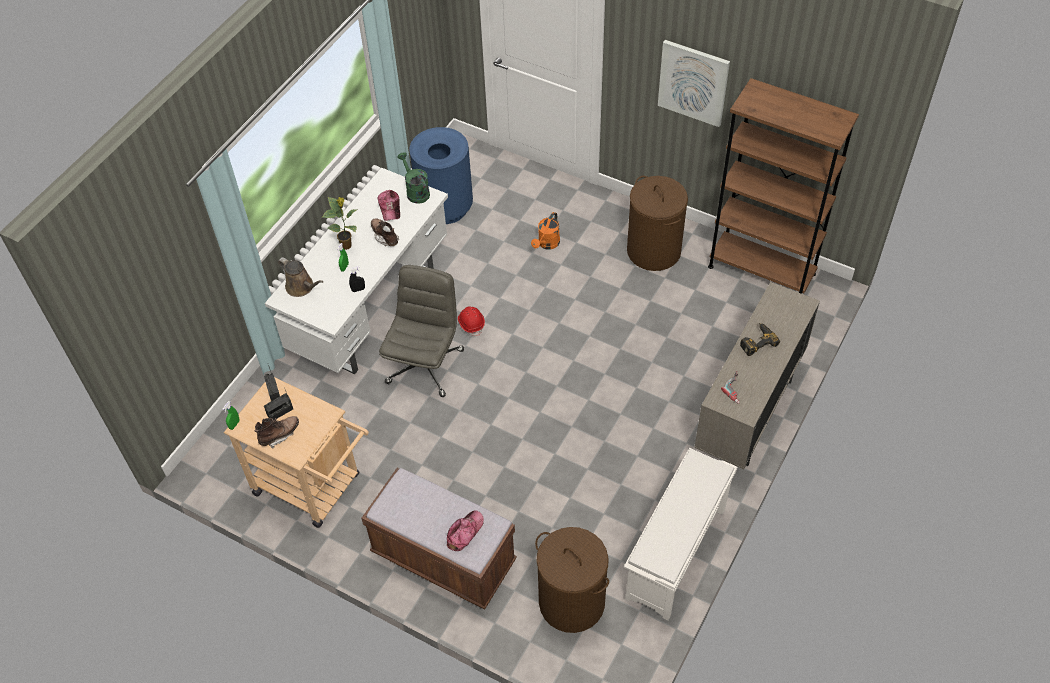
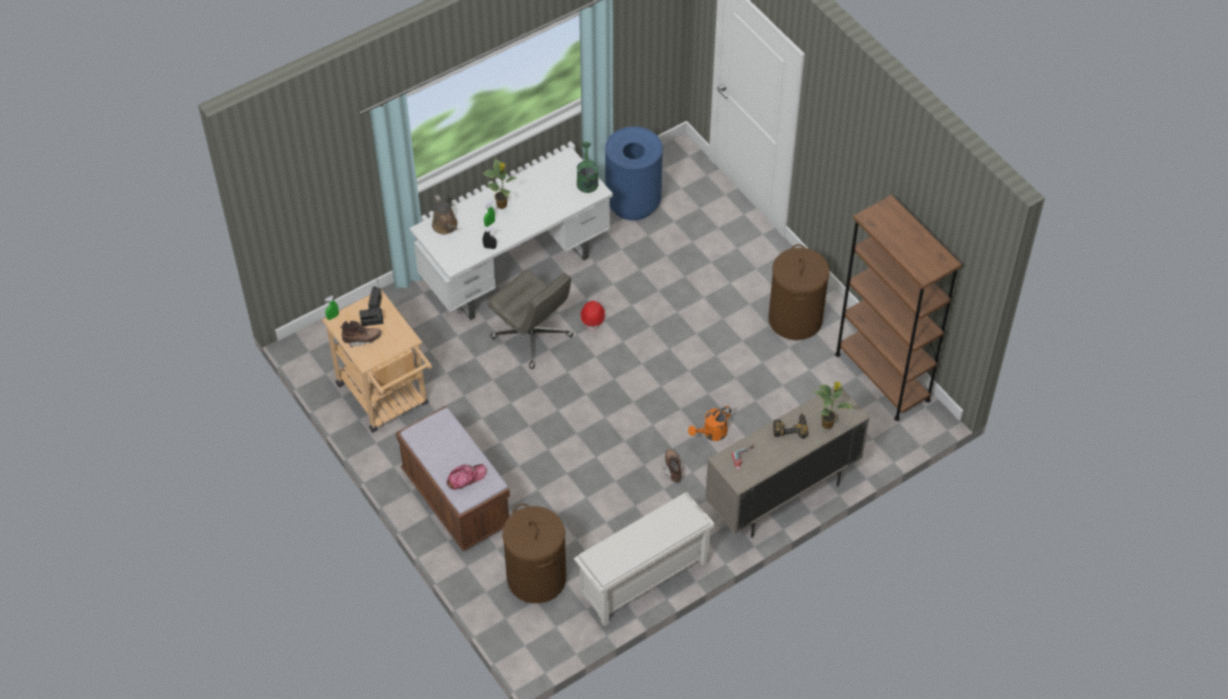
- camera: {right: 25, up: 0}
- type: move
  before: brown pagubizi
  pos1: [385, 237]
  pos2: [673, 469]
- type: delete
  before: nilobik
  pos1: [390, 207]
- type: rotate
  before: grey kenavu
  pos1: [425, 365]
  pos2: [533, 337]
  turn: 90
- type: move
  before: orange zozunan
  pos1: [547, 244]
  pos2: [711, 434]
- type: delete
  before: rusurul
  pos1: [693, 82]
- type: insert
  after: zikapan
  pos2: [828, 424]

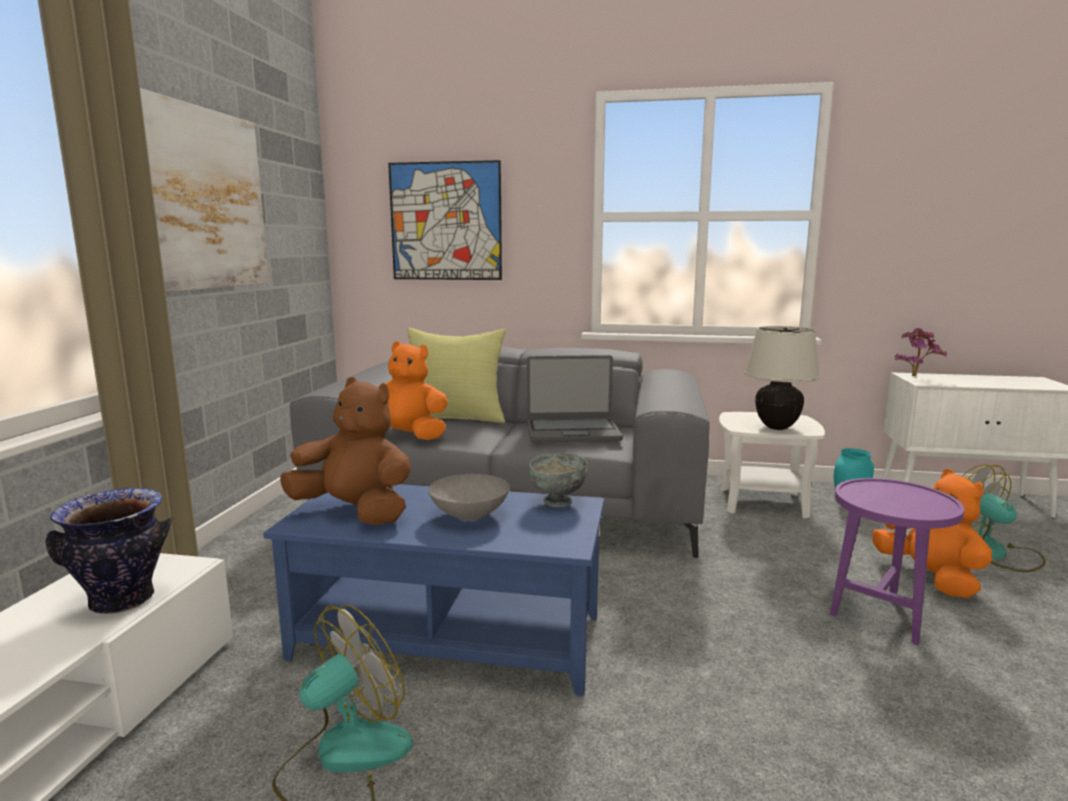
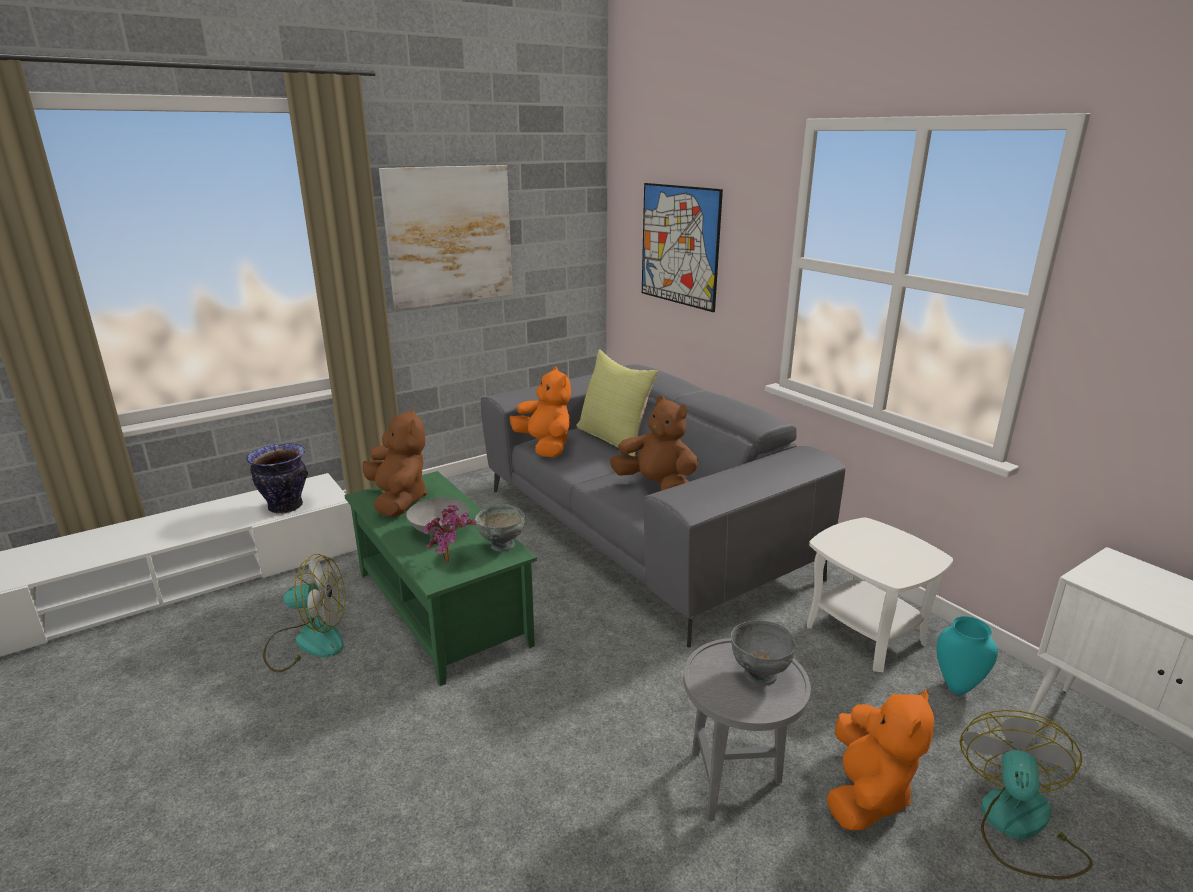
- camera: {right: 45, up: 10}
- type: recolor
  before: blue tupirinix
  after: green tupirinix
  pos1: [450, 636]
  pos2: [443, 607]
- type: replace
  before: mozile
  after: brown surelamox
  pos1: [572, 432]
  pos2: [656, 487]
- type: delete
  before: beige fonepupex
  pos1: [776, 427]
- type: recolor
  before: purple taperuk
  after: grey taperuk
  pos1: [881, 615]
  pos2: [735, 783]
- type: move
  before: zikapan
  pos1: [915, 376]
  pos2: [451, 562]
- type: insert
  after: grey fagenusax
  pos2: [759, 675]

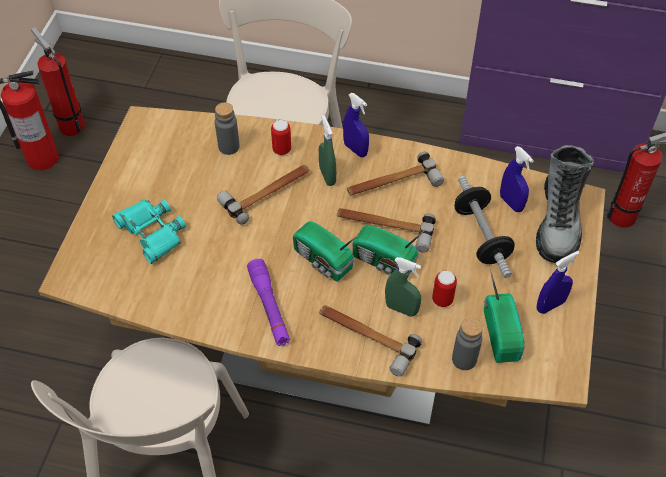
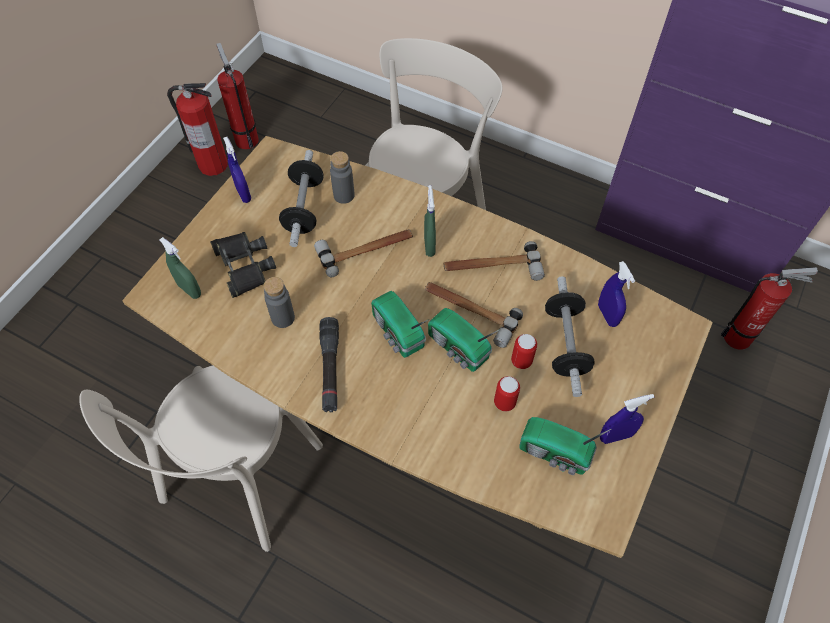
- camera: {right: 15, up: 5}
- type: recolor
  before: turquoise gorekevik
  after: black gorekevik
  pos1: [152, 232]
  pos2: [244, 266]
- type: recolor
  before: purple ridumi
  after: black ridumi
  pos1: [269, 307]
  pos2: [330, 368]
- type: move
  before: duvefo
  pos1: [282, 149]
  pos2: [521, 361]
- type: delete
  before: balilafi
  pos1: [365, 337]
- type: move
  before: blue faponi
  pos1: [355, 149]
  pos2: [243, 194]
- type: move
  before: green faponi
  pos1: [401, 309]
  pos2: [189, 290]
- type: move
  before: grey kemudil
  pos1: [464, 359]
  pos2: [283, 318]
- type: rotate
  before: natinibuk
  pos1: [502, 333]
  pos2: [556, 454]
  turn: 105
- type: delete
  before: pagubizi
  pos1: [558, 222]
- type: insert
  after: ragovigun
  pos2: [304, 208]

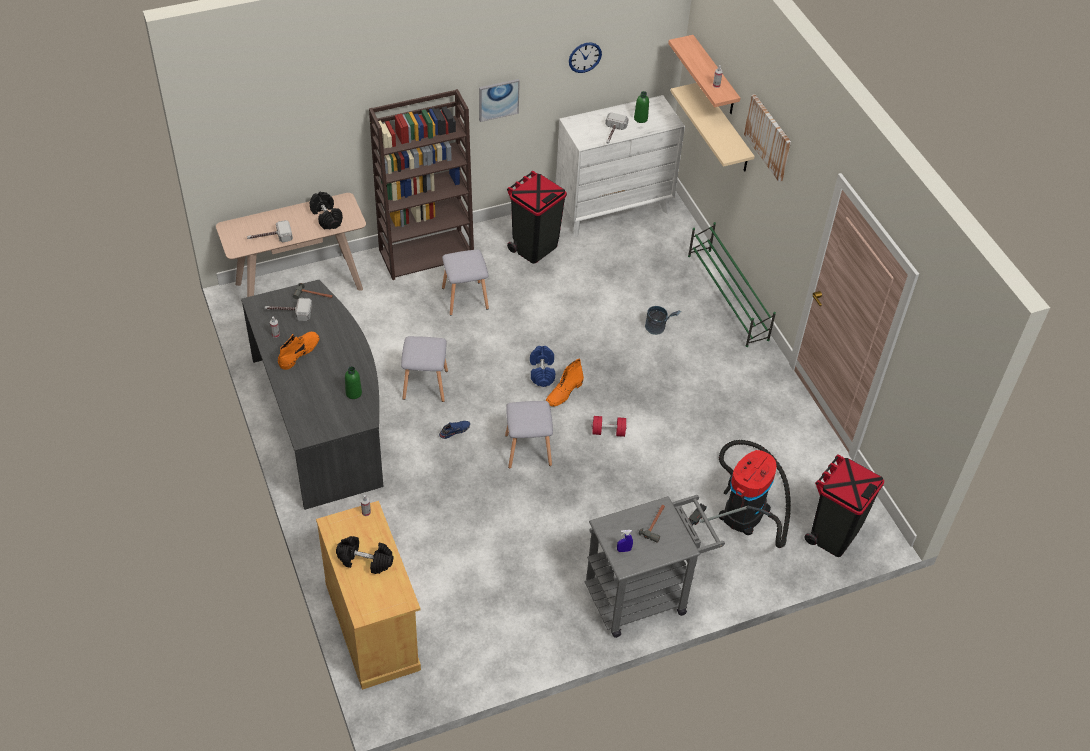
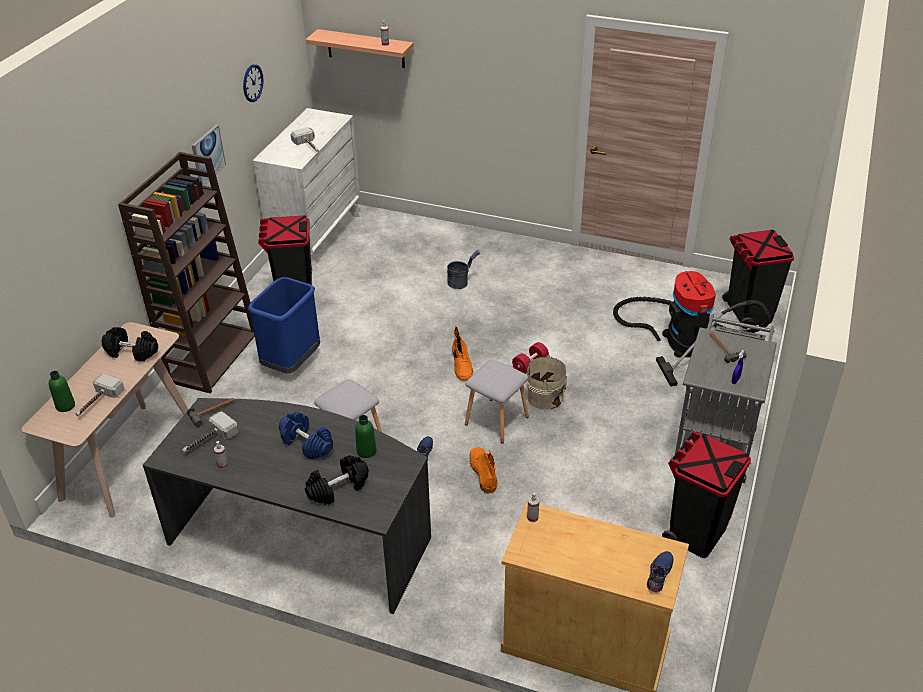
- camera: {right: -45, up: -10}
- type: move
  before: orange pagubizi
  pos1: [299, 352]
  pos2: [482, 472]
- type: move
  before: black ragovigun
  pos1: [365, 561]
  pos2: [338, 488]
- type: replace
  before: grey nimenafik
  after: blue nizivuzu
  pos1: [465, 297]
  pos2: [291, 362]
- type: move
  before: blue ragovigun
  pos1: [542, 372]
  pos2: [306, 444]
- type: move
  before: green kemudil
  pos1: [640, 118]
  pos2: [65, 406]
- type: delete
  before: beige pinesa
  pos1: [725, 129]
- type: delete
  before: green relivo
  pos1: [727, 297]
- type: delete
  before: rusurul
  pos1: [768, 137]
- type: insert
  after: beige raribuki
  pos2: [546, 398]
- type: insert
  after: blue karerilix
  pos2: [658, 574]
- type: insert
  after: black nizivuzu
  pos2: [696, 533]

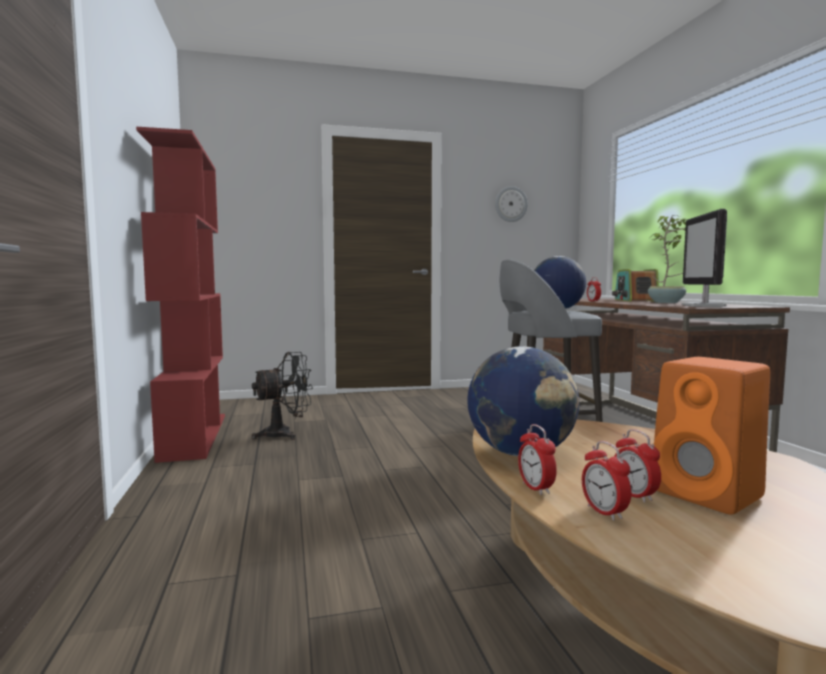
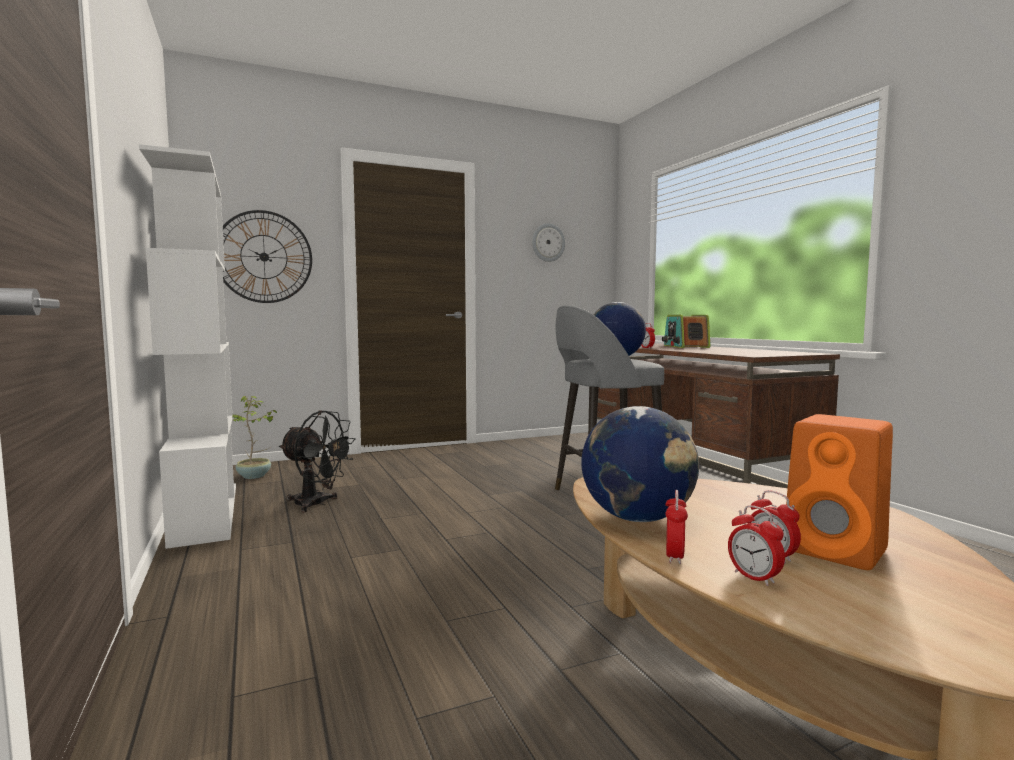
- camera: {right: -10, up: 0}
- type: recolor
  before: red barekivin
  after: white barekivin
  pos1: [194, 435]
  pos2: [205, 512]
- type: rotate
  before: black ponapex
  pos1: [285, 434]
  pos2: [317, 504]
  turn: 60
- type: rotate
  before: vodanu
  pos1: [536, 488]
  pos2: [674, 556]
  turn: -135
- type: move
  before: zikapan
  pos1: [667, 302]
  pos2: [254, 476]
- type: delete
  before: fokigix
  pos1: [703, 306]
- type: insert
  after: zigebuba
  pos2: [264, 257]

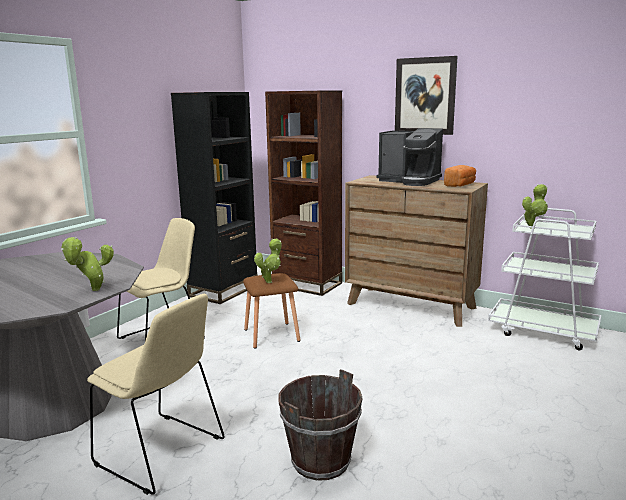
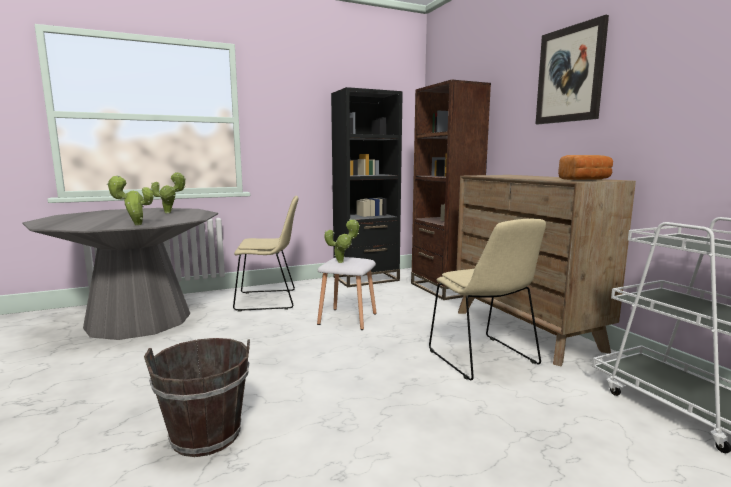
- camera: {right: 35, up: -5}
- type: move
  before: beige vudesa
  pos1: [162, 453]
  pos2: [484, 359]
- type: recolor
  before: brown nimenafik
  after: white nimenafik
  pos1: [272, 334]
  pos2: [348, 319]
- type: delete
  before: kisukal
  pos1: [410, 181]
- type: move
  before: zikapan
  pos1: [532, 227]
  pos2: [170, 212]

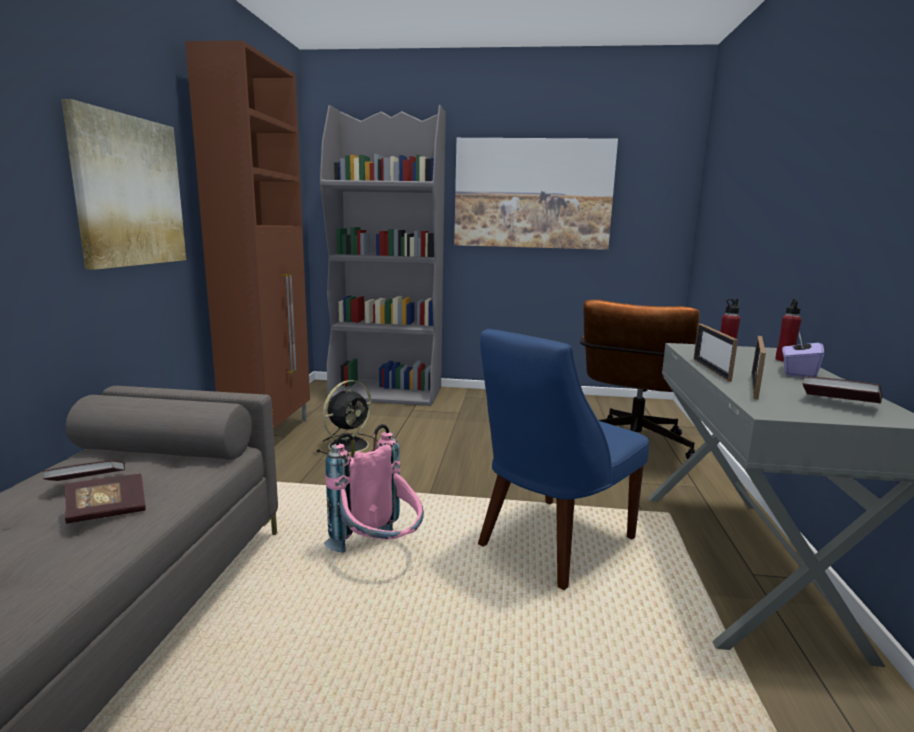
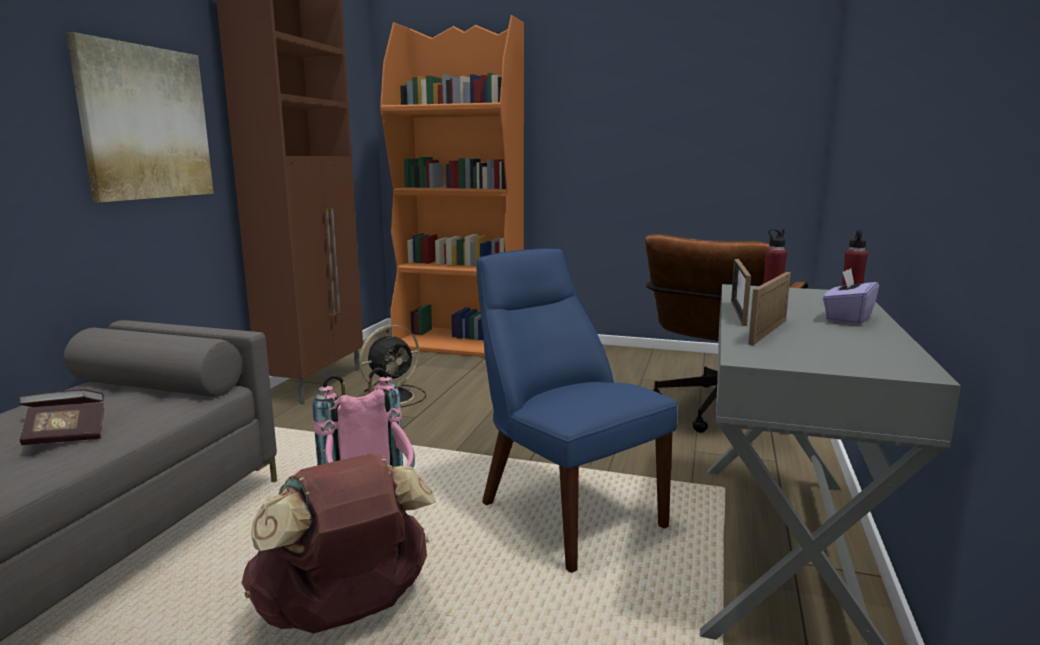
- camera: {right: 10, up: 0}
- type: recolor
  before: grey barekivin
  after: orange barekivin
  pos1: [387, 393]
  pos2: [460, 344]
- type: delete
  before: rusurul
  pos1: [532, 194]
- type: rotate
  before: blue vudesa
  pos1: [551, 543]
  pos2: [565, 511]
  turn: 90
- type: delete
  before: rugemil
  pos1: [839, 403]
- type: insert
  after: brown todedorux
  pos2: [345, 613]

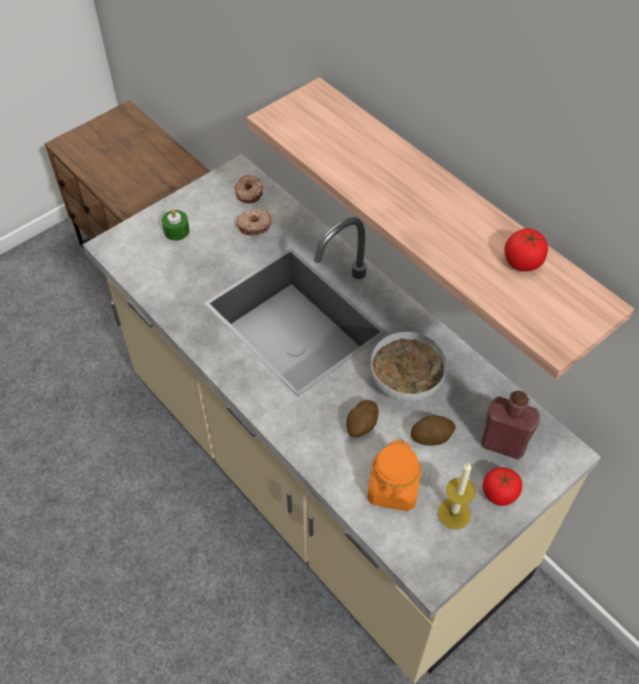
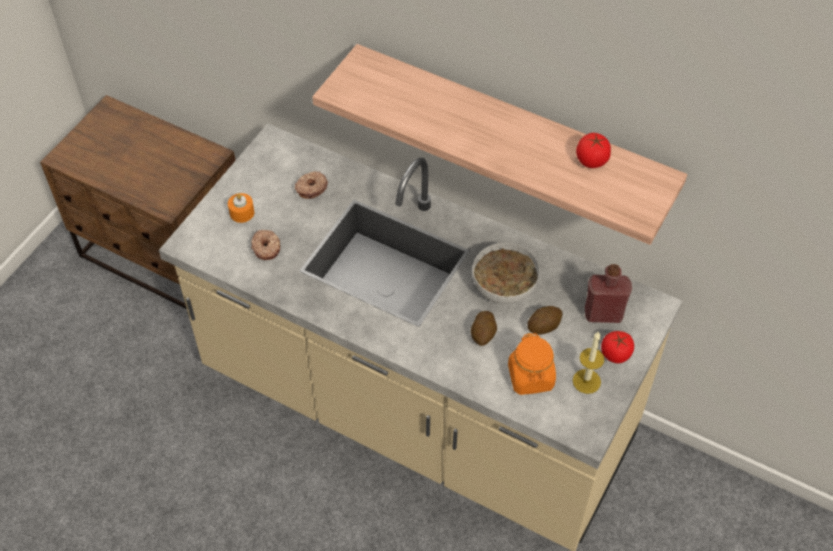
- camera: {right: -20, up: 0}
- type: recolor
  before: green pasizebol
  after: orange pasizebol
  pos1: [176, 231]
  pos2: [242, 213]
- type: move
  before: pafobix
  pos1: [249, 193]
  pos2: [266, 248]

